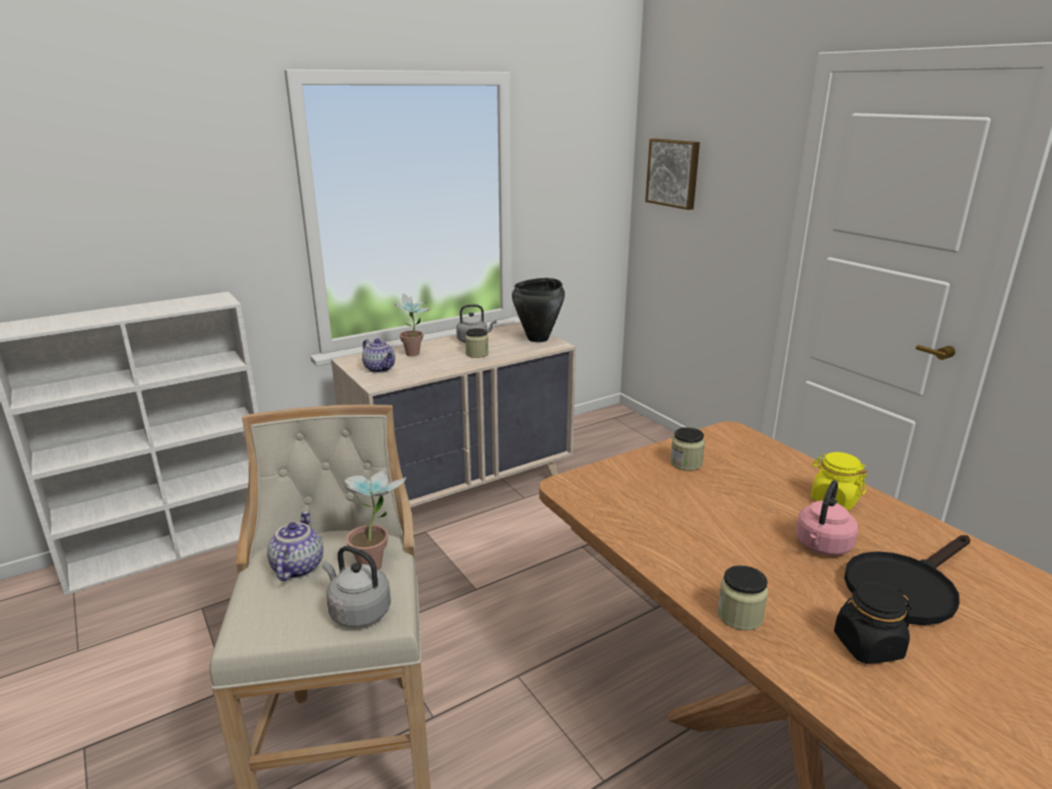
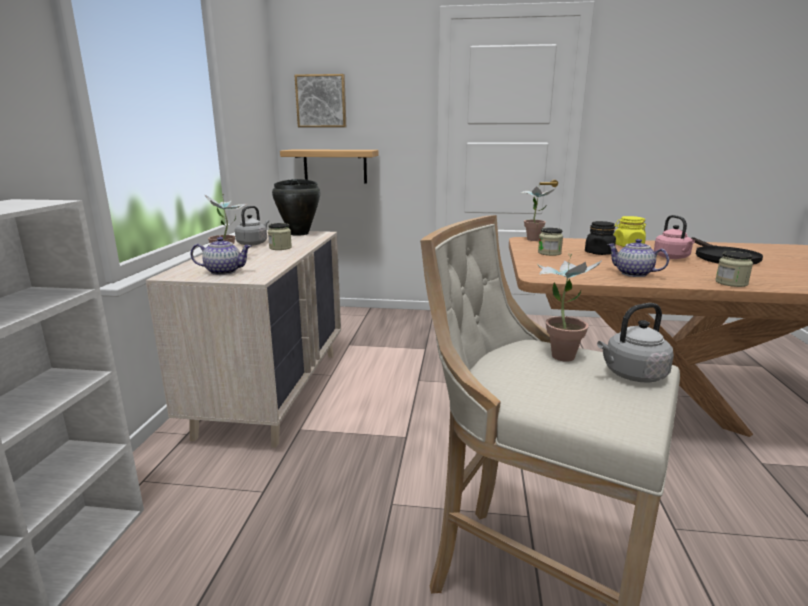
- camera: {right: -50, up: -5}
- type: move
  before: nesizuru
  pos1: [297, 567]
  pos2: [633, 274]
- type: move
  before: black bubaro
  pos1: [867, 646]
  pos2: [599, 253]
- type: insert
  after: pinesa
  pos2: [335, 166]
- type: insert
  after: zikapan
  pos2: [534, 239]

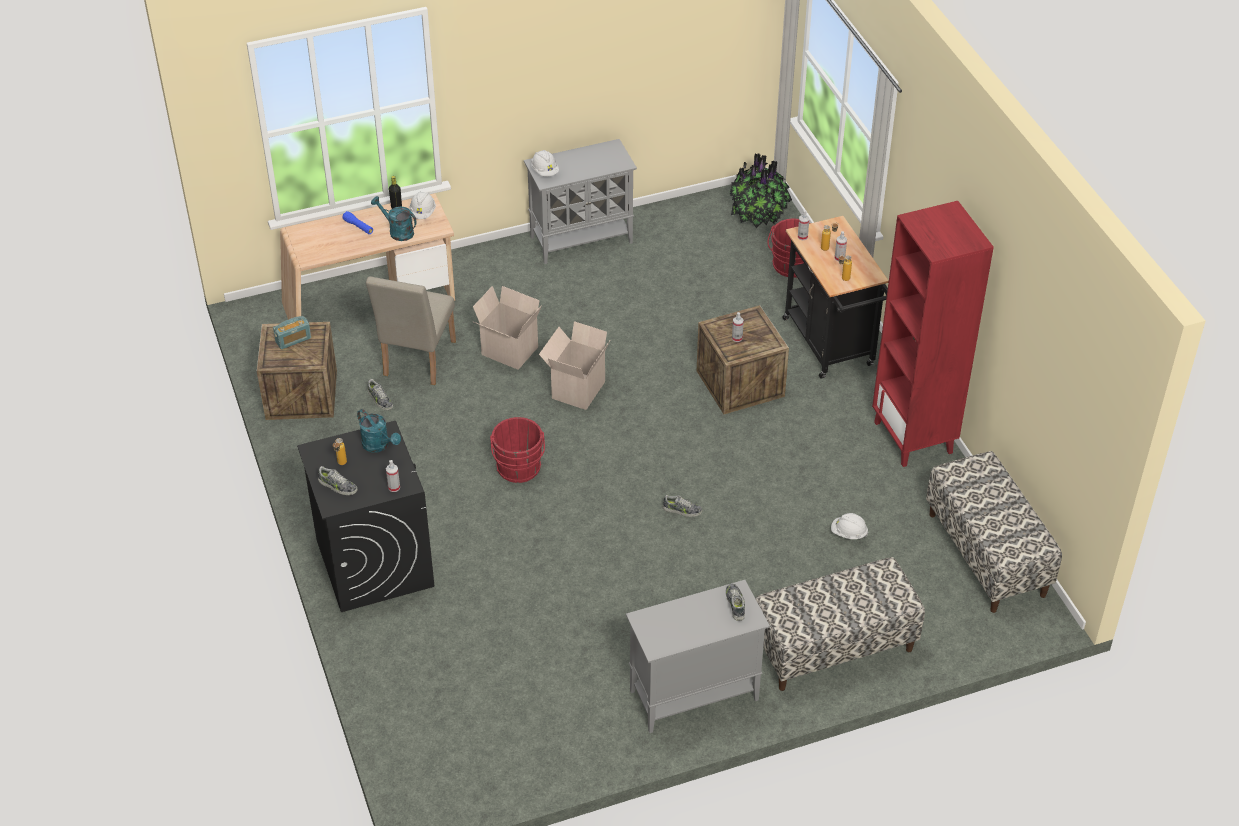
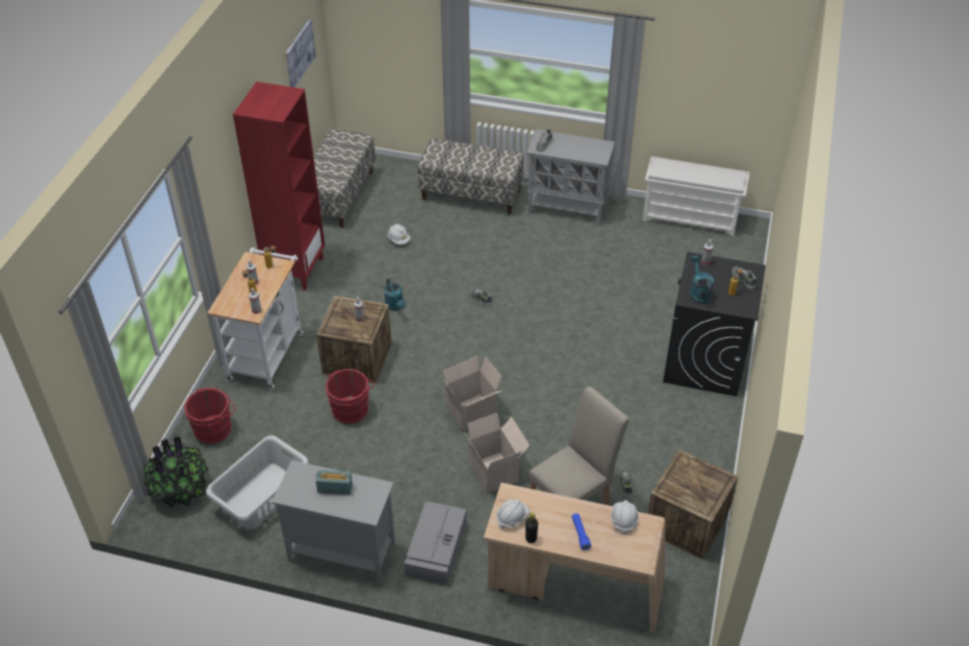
- camera: {right: -145, up: 0}
- type: move
  before: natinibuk
  pos1: [293, 340]
  pos2: [335, 488]
- type: move
  before: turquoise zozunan
  pos1: [397, 231]
  pos2: [395, 306]
- type: move
  before: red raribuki
  pos1: [518, 470]
  pos2: [351, 408]
- type: move
  before: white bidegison
  pos1: [545, 171]
  pos2: [623, 520]
- type: recolor
  before: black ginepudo
  after: white ginepudo
  pos1: [831, 346]
  pos2: [267, 352]
- type: insert
  after: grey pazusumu
  pos2: [261, 496]
- type: insert
  after: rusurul
  pos2: [299, 54]
- type: insert
  after: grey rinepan
  pos2: [436, 549]
- type: insert
  after: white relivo
  pos2: [691, 218]

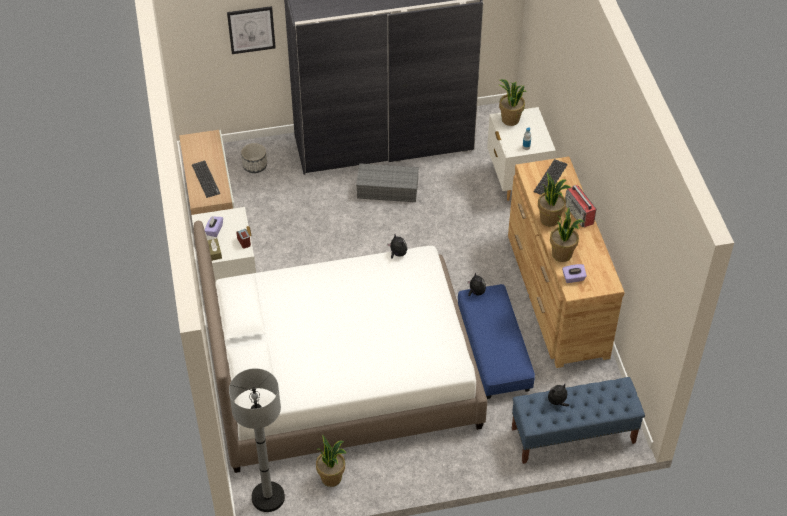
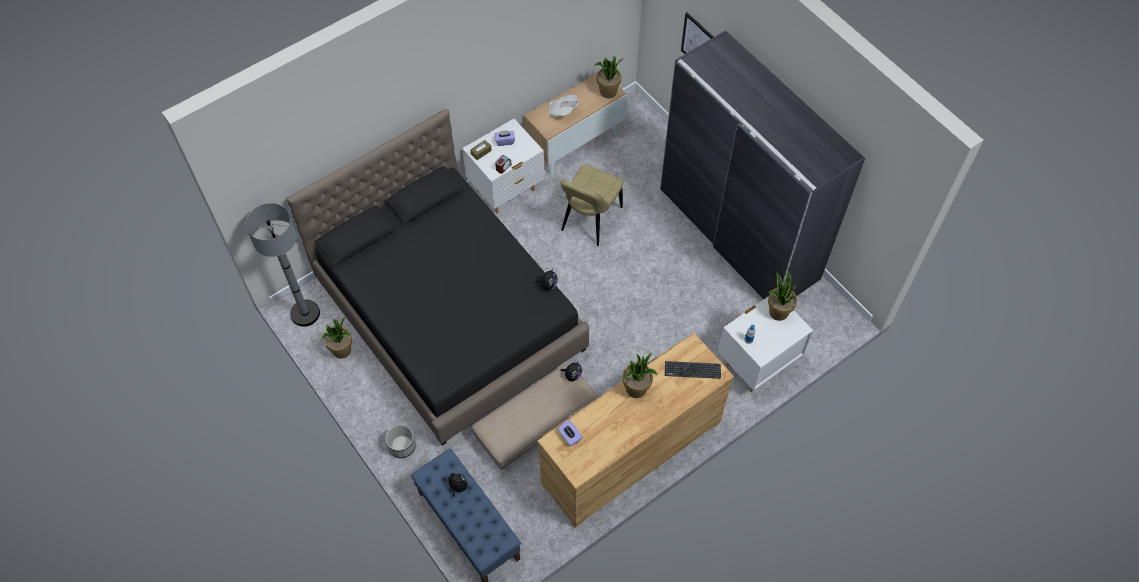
- camera: {right: 65, up: 10}
- type: replace
  before: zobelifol
  after: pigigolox
  pos1: [205, 179]
  pos2: [562, 110]
- type: recolor
  before: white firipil
  after: black firipil
  pos1: [342, 375]
  pos2: [450, 314]
- type: move
  before: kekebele
  pos1: [255, 165]
  pos2: [402, 446]
- type: delete
  before: grey rinepan
  pos1: [388, 189]
- type: recolor
  before: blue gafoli
  after: beige gafoli
  pos1: [494, 349]
  pos2: [536, 422]
- type: move
  before: zikapan
  pos1: [562, 254]
  pos2: [608, 92]
- type: delete
  before: natinibuk
  pos1: [579, 214]
- type: insert
  after: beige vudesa
  pos2: [590, 221]

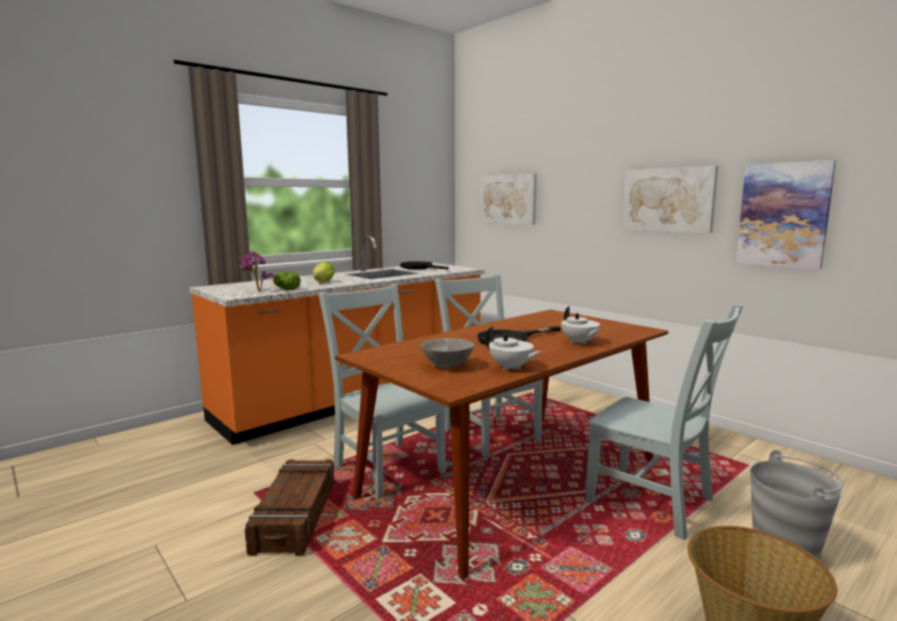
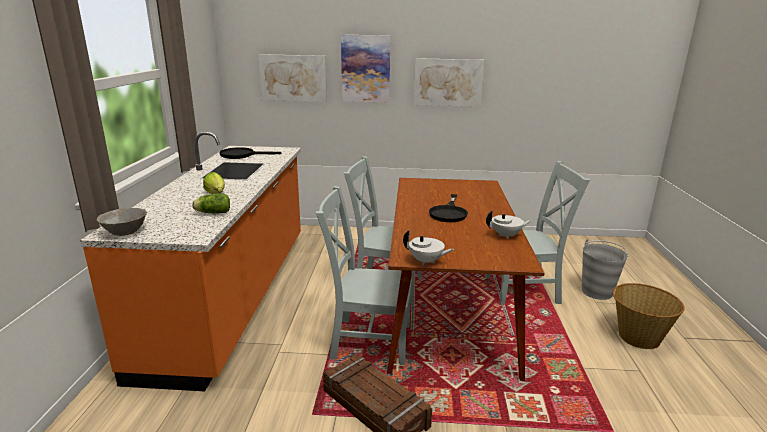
- camera: {right: -45, up: 10}
- type: delete
  before: zikapan
  pos1: [256, 291]
- type: move
  before: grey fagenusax
  pos1: [446, 366]
  pos2: [125, 233]
- type: move
  before: white nesizuru
  pos1: [579, 342]
  pos2: [426, 261]
- type: move
  before: rusurul
  pos1: [783, 215]
  pos2: [365, 69]

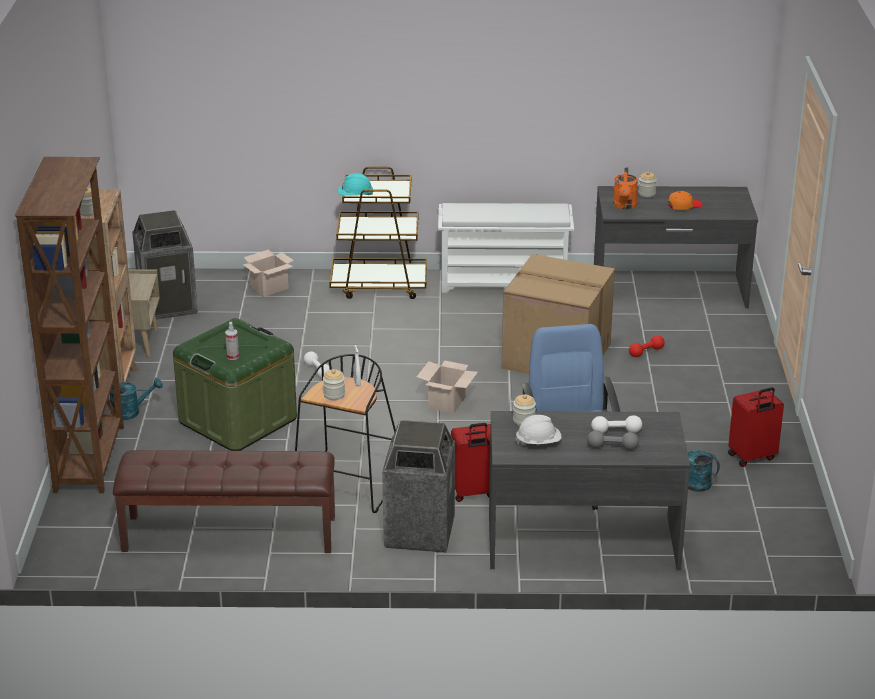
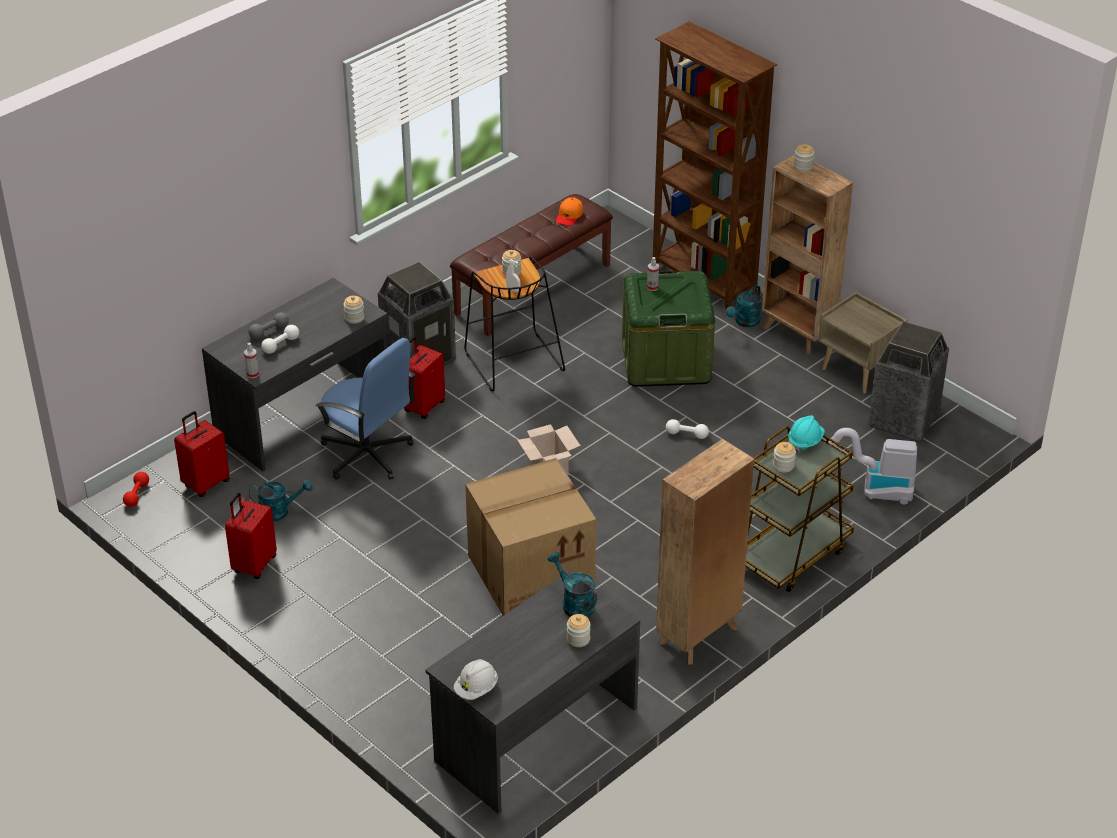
- camera: {right: 135, up: 10}
- type: replace
  before: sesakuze
  after: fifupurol
  pos1: [270, 287]
  pos2: [869, 490]
- type: replace
  before: white relivo
  after: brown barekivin
  pos1: [505, 282]
  pos2: [697, 636]
- type: move
  before: white bidegison
  pos1: [538, 442]
  pos2: [476, 689]
- type: recolor
  before: orange zozunan
  after: turquoise zozunan
  pos1: [625, 206]
  pos2: [574, 603]
- type: move
  before: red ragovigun
  pos1: [646, 352]
  pos2: [137, 494]
- type: move
  before: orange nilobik
  pos1: [684, 205]
  pos2: [569, 216]
- type: insert
  after: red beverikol
  pos2: [205, 483]
- type: insert
  after: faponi
  pos2: [252, 374]
- type: insert
  after: bubaro
  pos2: [783, 465]

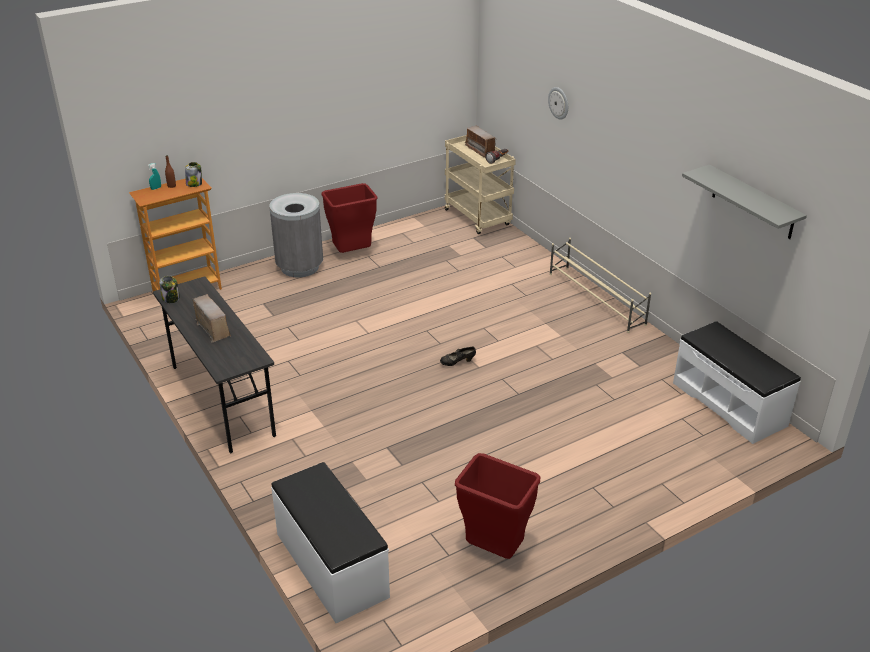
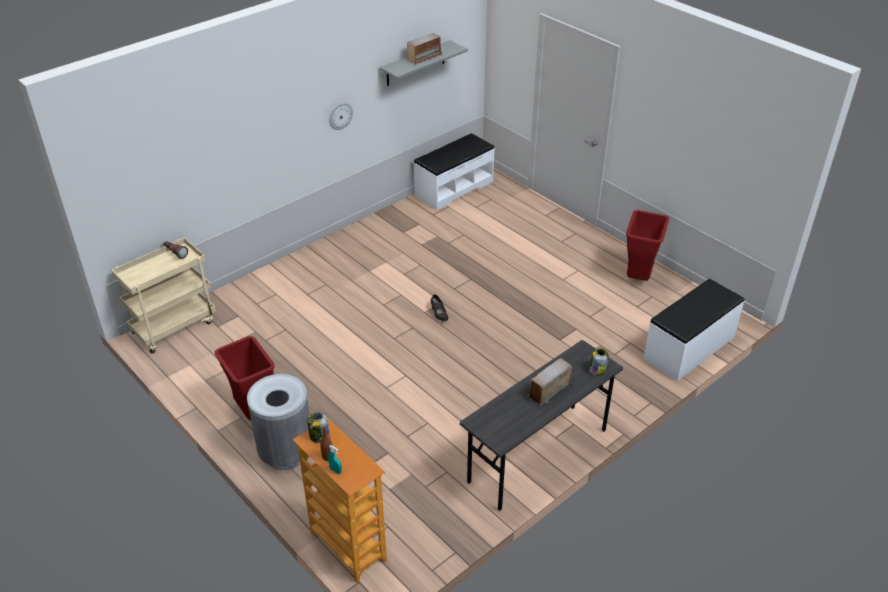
- camera: {right: -100, up: 5}
- type: move
  before: bubaro
  pos1: [171, 298]
  pos2: [597, 370]
- type: move
  before: natinibuk
  pos1: [480, 150]
  pos2: [424, 57]
- type: move
  before: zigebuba
  pos1: [559, 103]
  pos2: [340, 115]
- type: delete
  before: beige relivo
  pos1: [596, 299]

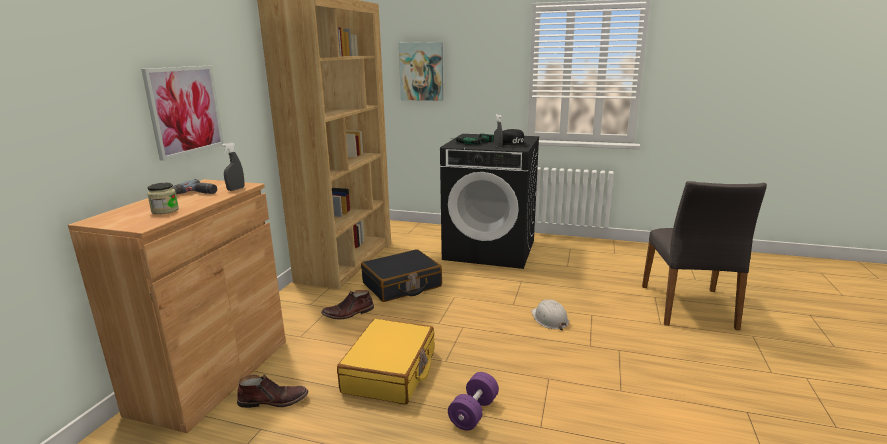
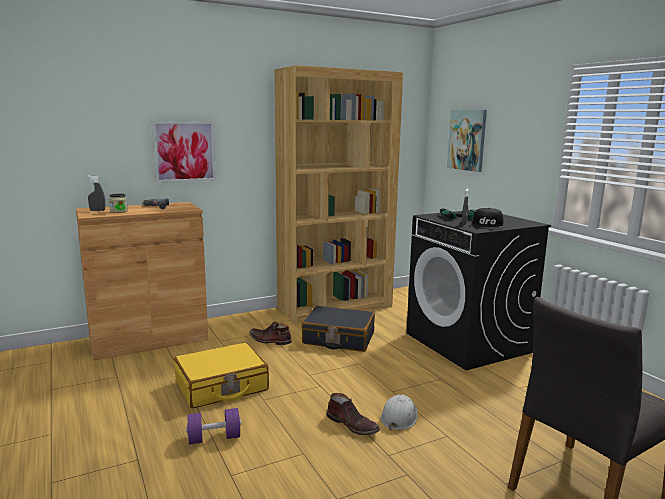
- camera: {right: 45, up: -5}
- type: move
  before: grey faponi
  pos1: [236, 189]
  pos2: [97, 210]
- type: move
  before: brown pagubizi
  pos1: [274, 400]
  pos2: [353, 425]

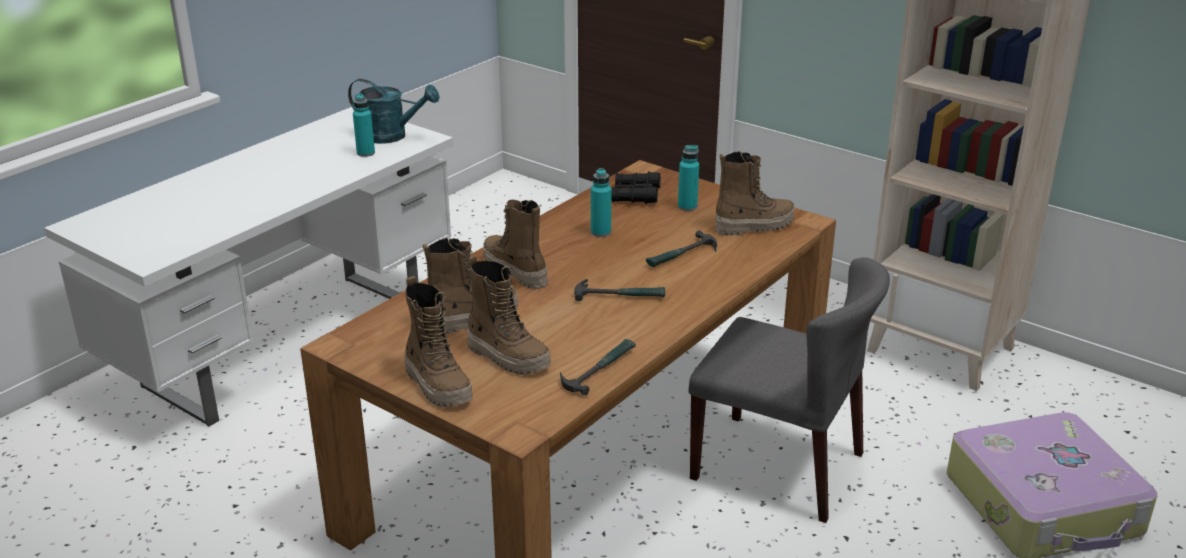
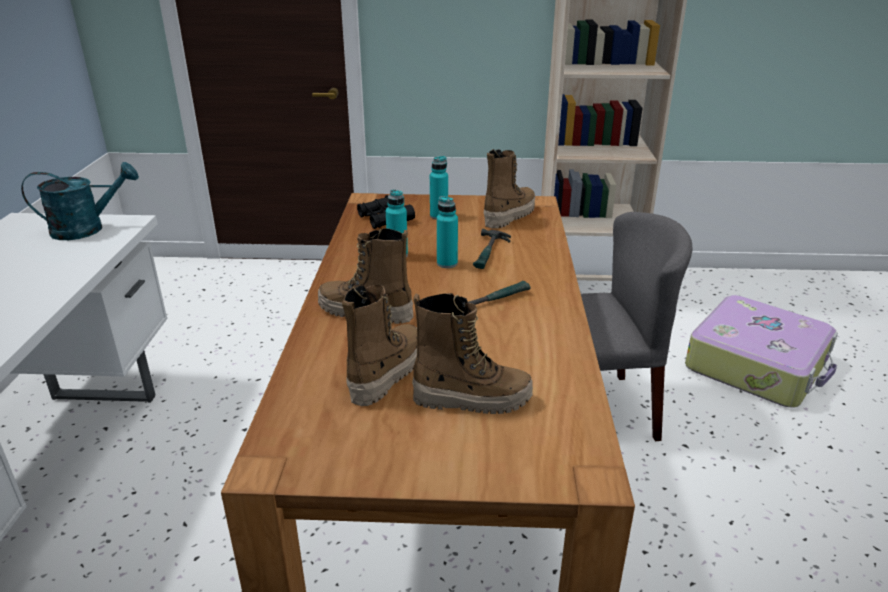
- camera: {right: -35, up: 0}
- type: move
  before: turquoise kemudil
  pos1: [365, 153]
  pos2: [447, 263]
- type: delete
  before: pagubizi
  pos1: [438, 386]
- type: delete
  before: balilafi
  pos1: [598, 369]

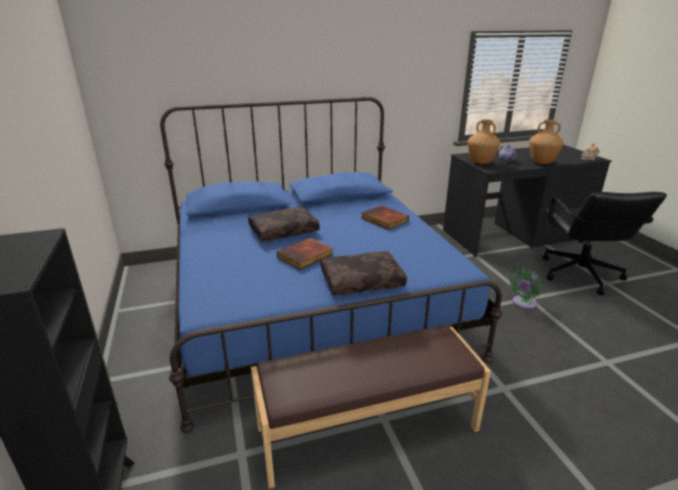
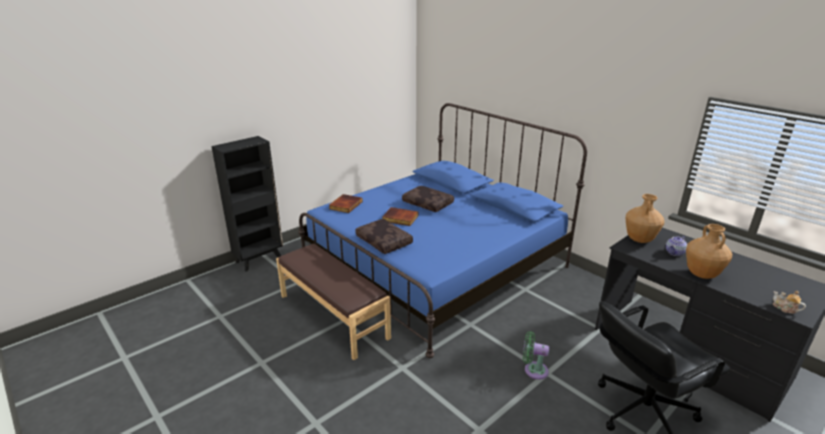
- camera: {right: 65, up: 0}
- type: move
  before: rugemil
  pos1: [383, 220]
  pos2: [345, 205]

